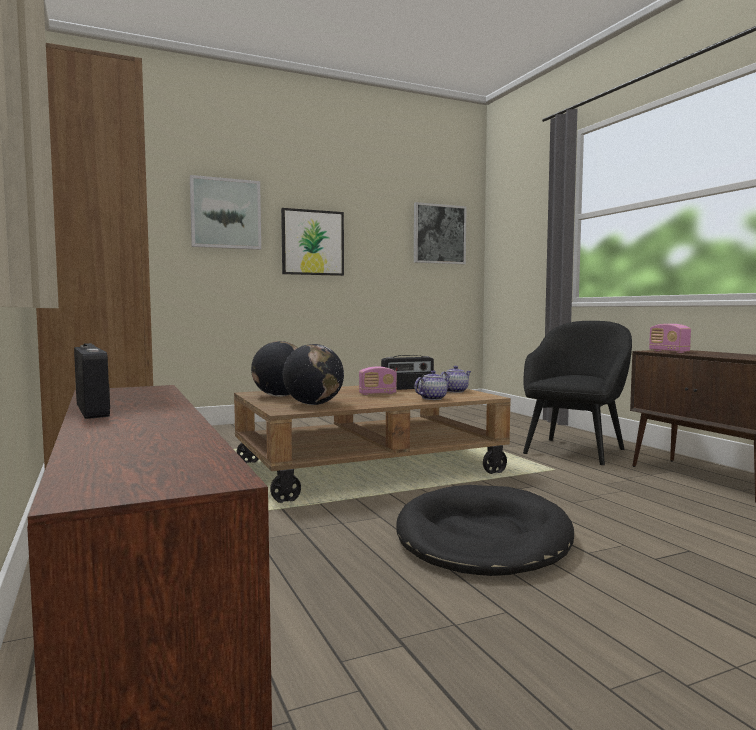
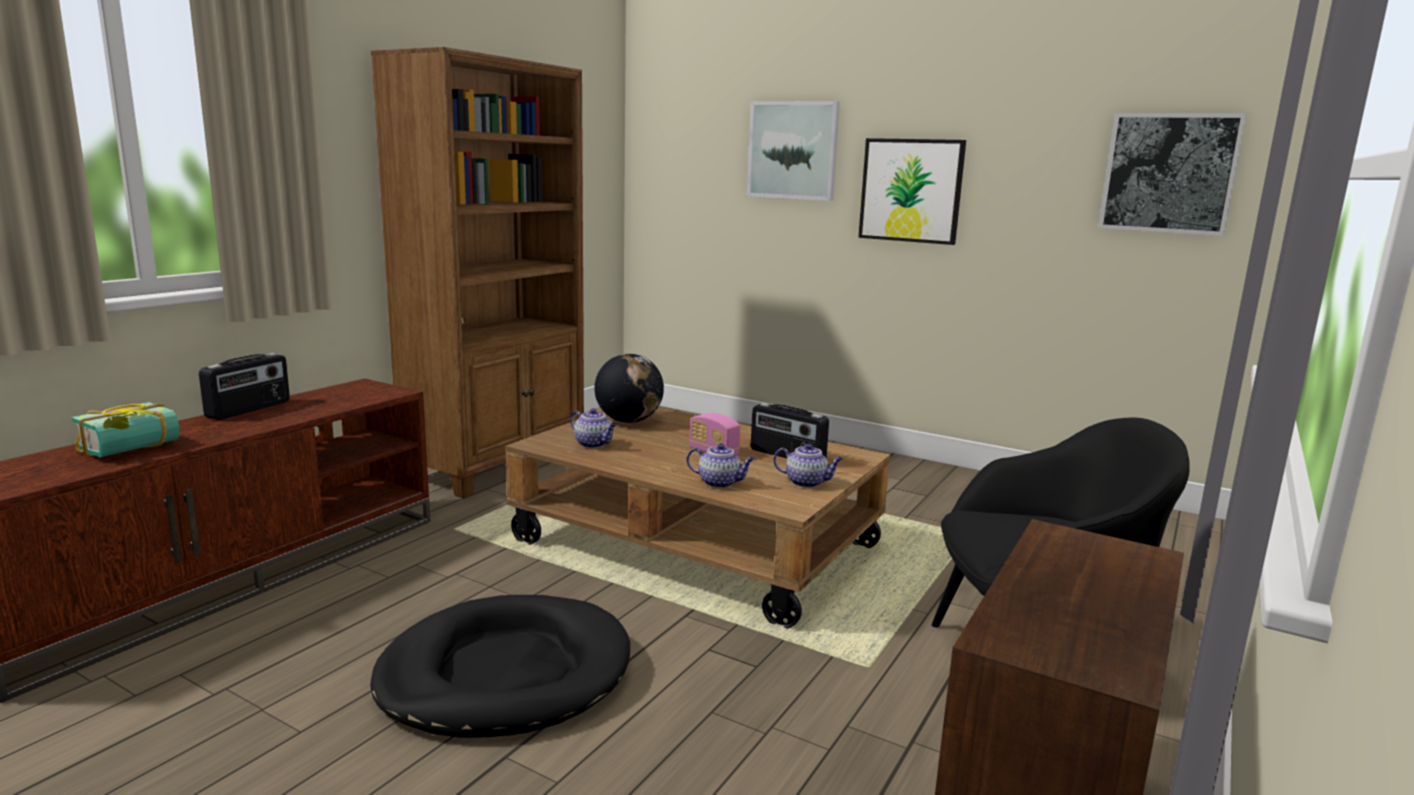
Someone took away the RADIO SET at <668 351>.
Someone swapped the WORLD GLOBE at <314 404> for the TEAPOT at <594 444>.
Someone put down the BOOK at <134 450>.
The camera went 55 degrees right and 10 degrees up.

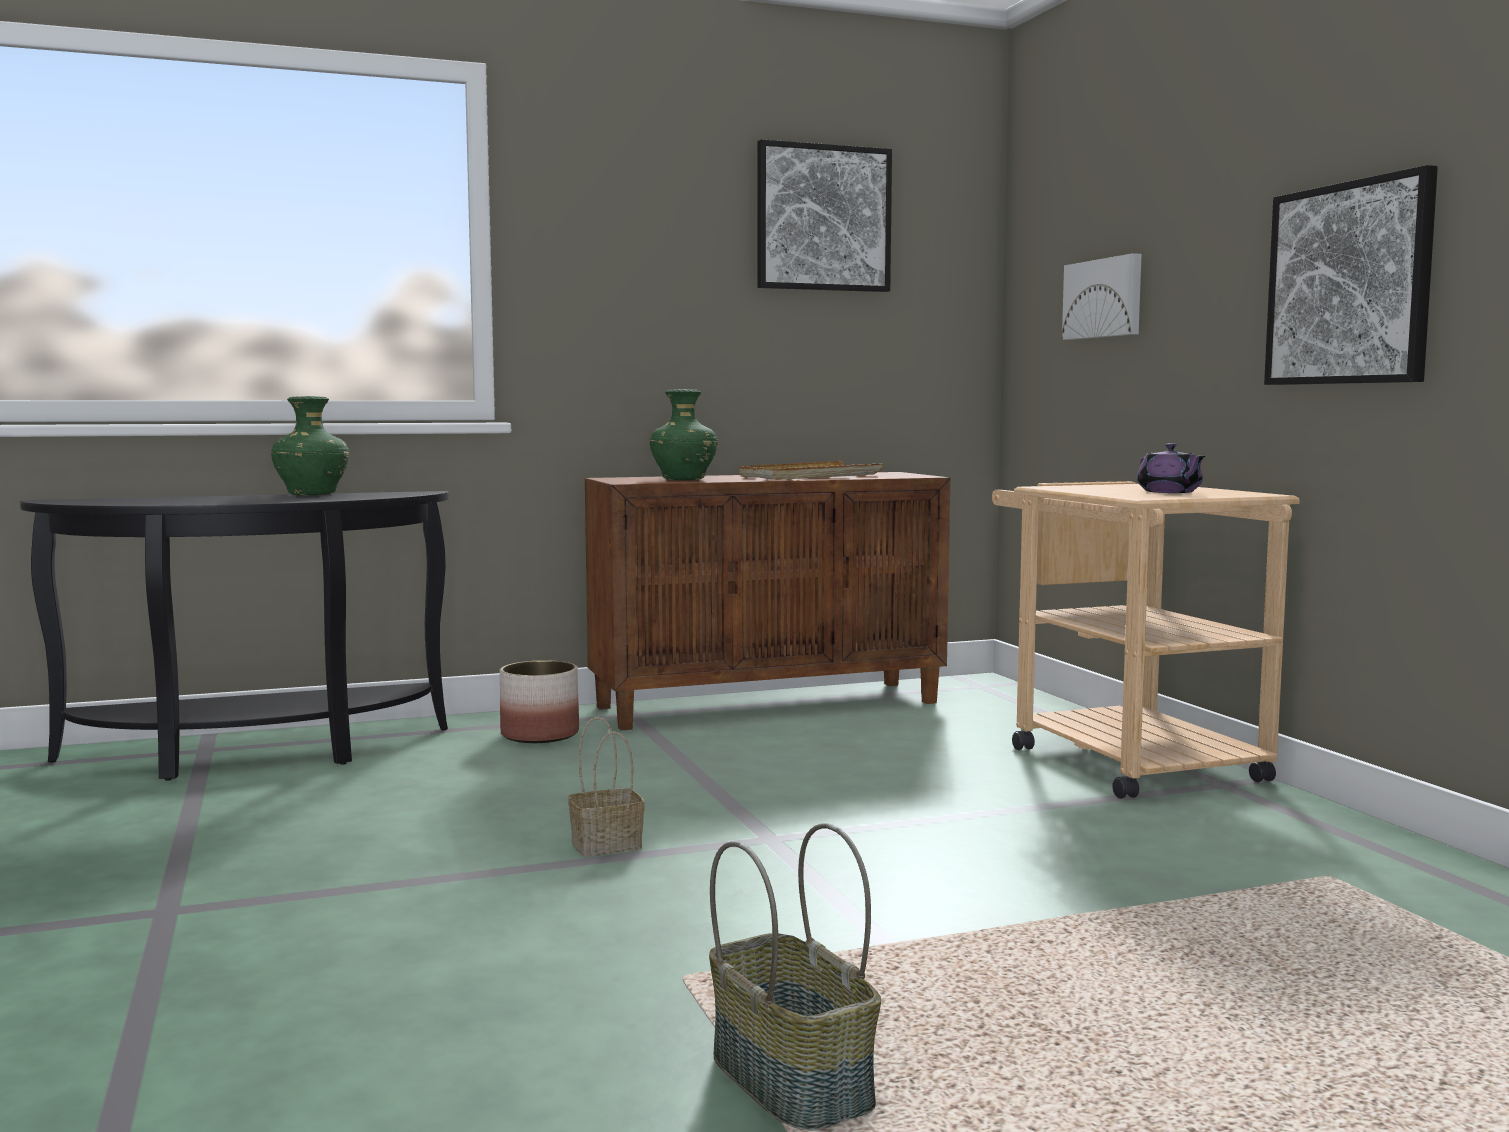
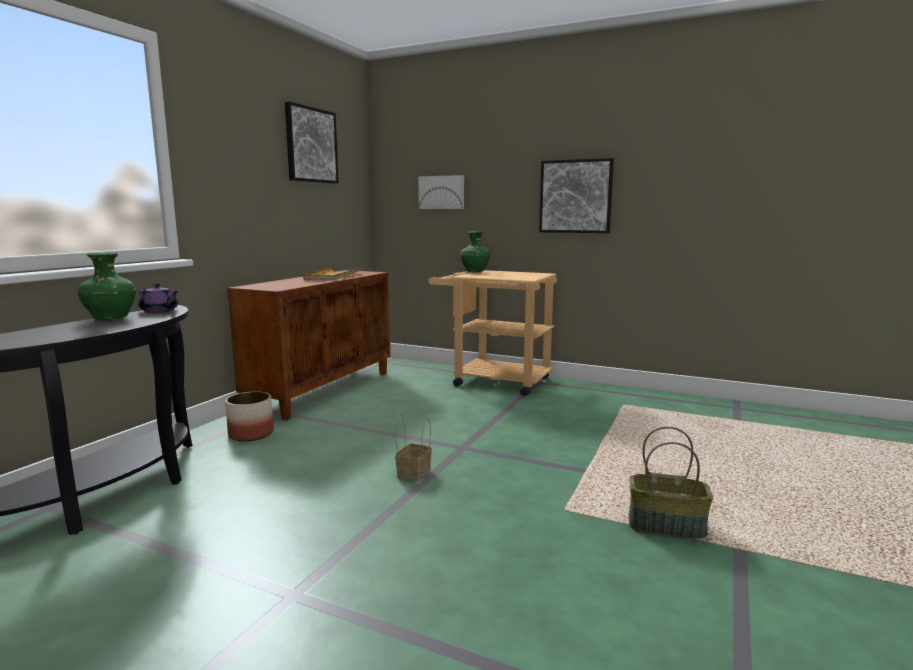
Someone carried the GREENISH VASE from <683 480> to <474 271>.
Someone carried the PURPLE-COLOURED TEAPOT from <1169 492> to <160 311>.
The camera went 45 degrees left and 5 degrees up.

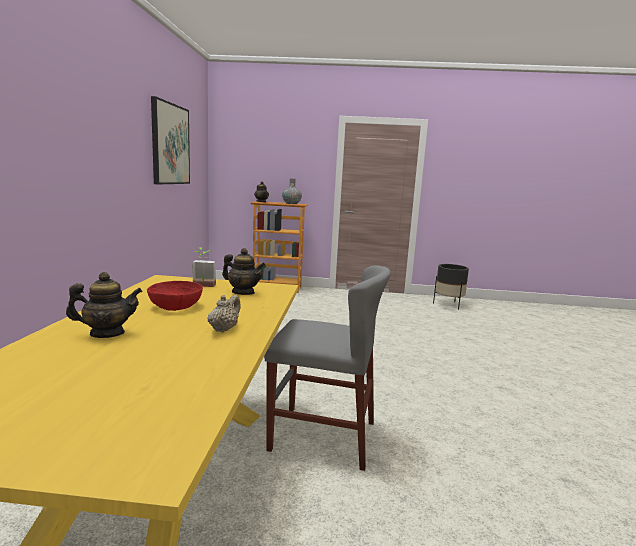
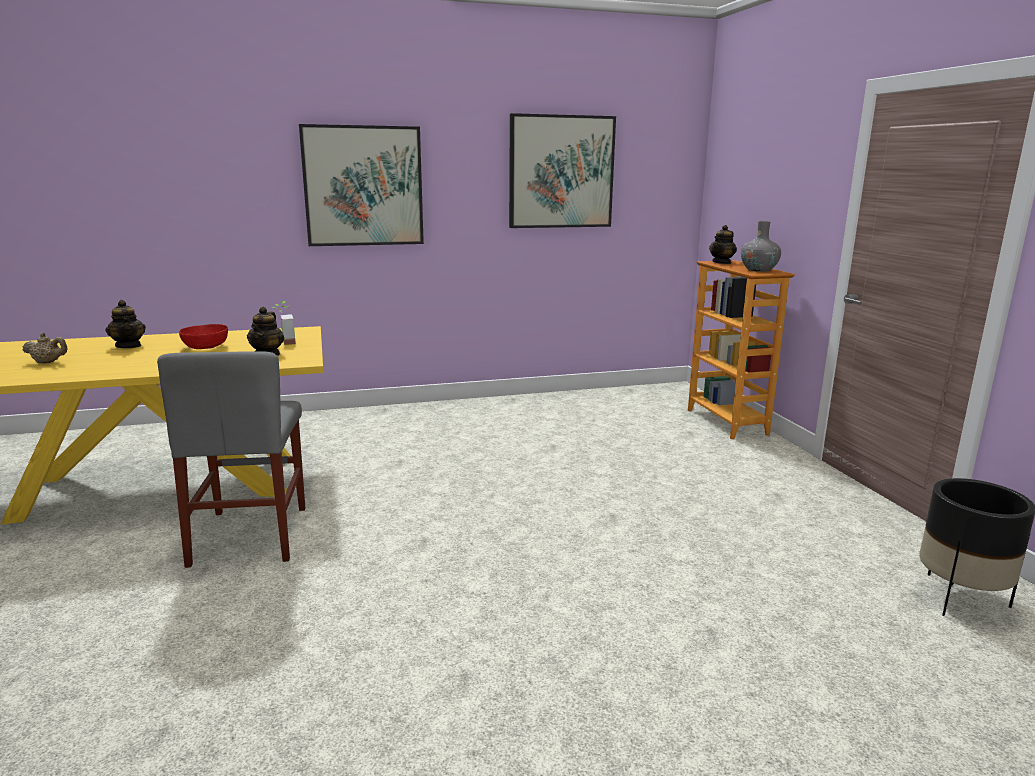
Someone carried the BEIGE TEAPOT from <224 329> to <48 362>.
Someone put up the PICTURE at <363 186>.
The camera went 70 degrees right and 5 degrees up.

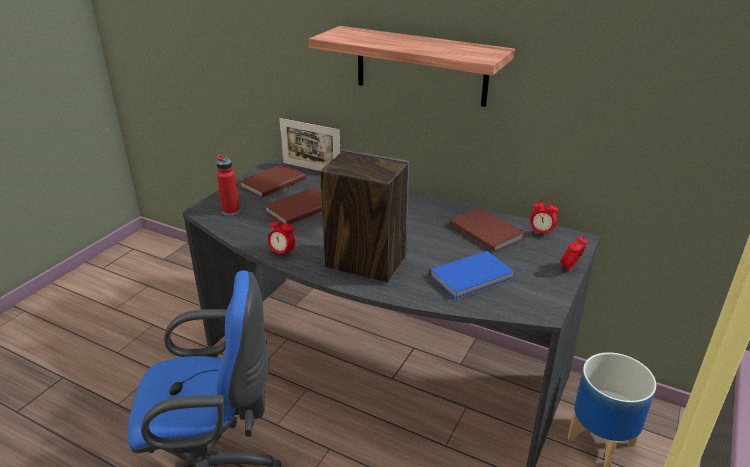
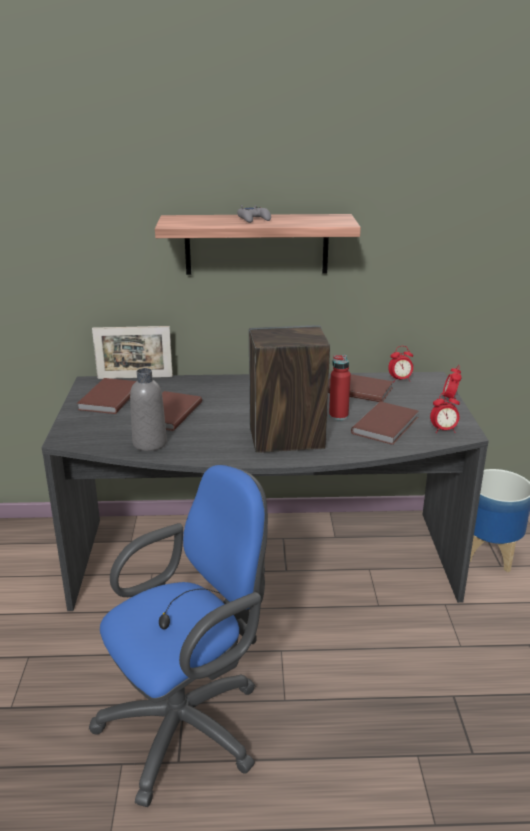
Someone carried the RED-COLOURED BEVERAGE BOTTLE from <231 211> to <338 416>.
Someone carried the TABLE CLOCK from <282 253> to <443 430>.
Someone repainted the BLUISH BOOK at <473 277>, which became the BROWN BOOK at <387 425>.
Someone put down the GREYISH JOYPAD at <254 219>.
Someone put down the GREYISH BEVERAGE BOTTLE at <150 443>.
The camera went 30 degrees left and 5 degrees down.

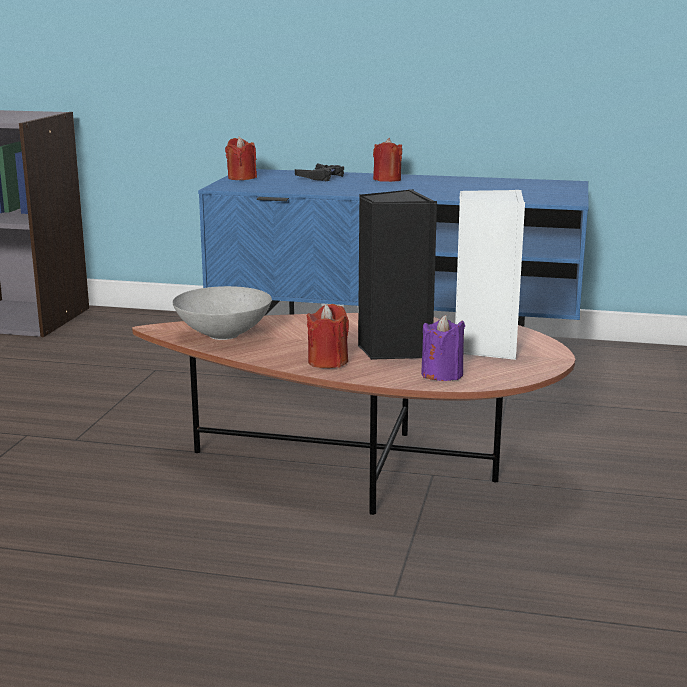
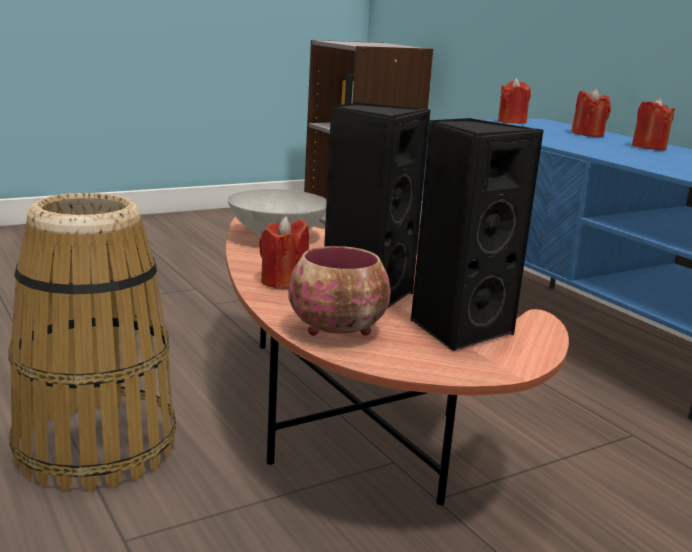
Someone swapped the BLACKISH JOYPAD at <321 177> for the RED-COLOURED CANDLE at <588 134>.
Someone repainted the WHITISH AUDIO SPEAKER at <485 347>, which became the BLACKISH AUDIO SPEAKER at <458 329>.
Someone swapped the PURPLE-COLOURED CANDLE at <442 374> for the SERVING BOWL at <339 331>.
Someone put down the BASKET at <95 446>.
The camera went 45 degrees right and 0 degrees up.

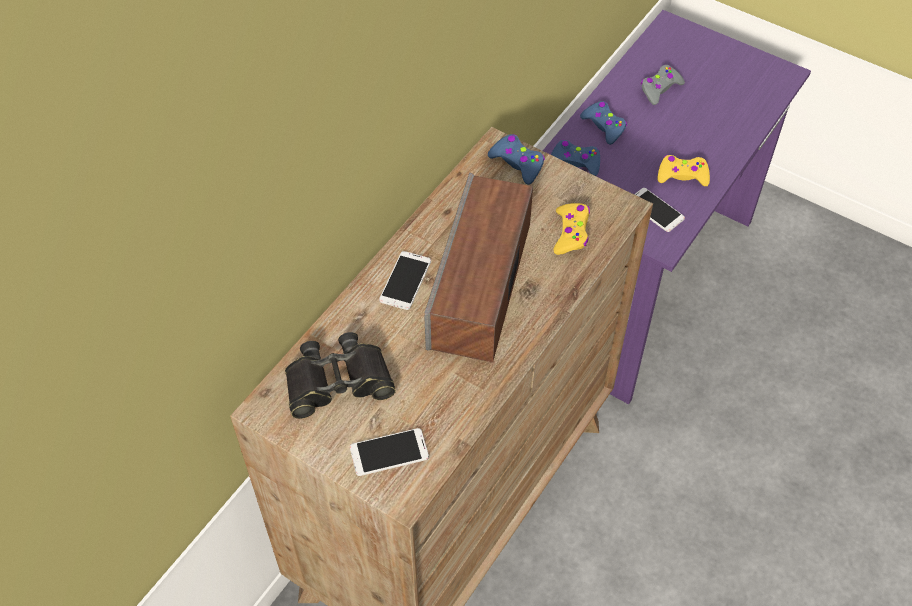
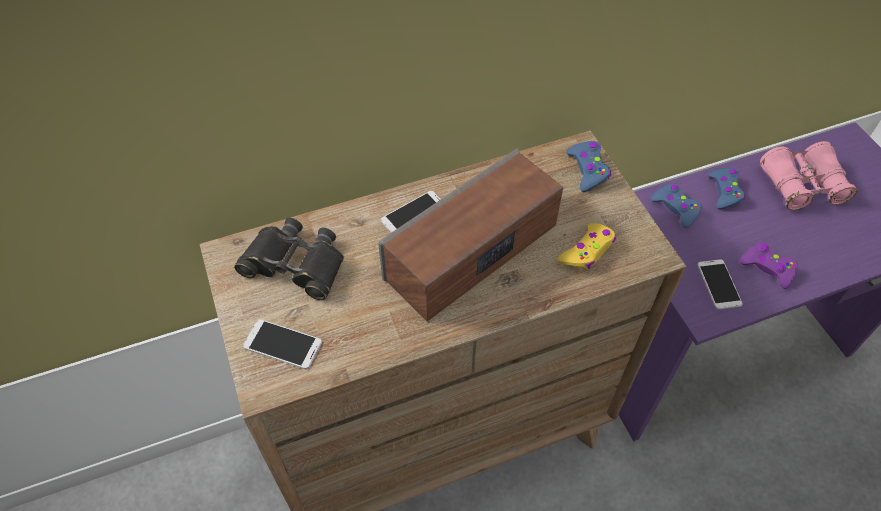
Someone swapped the GREYISH JOYPAD at <660 89> for the PINK FIELD GLASSES at <802 185>.
Someone repainted the YELLOWISH JOYPAD at <682 175>, which became the PURPLE-COLOURED JOYPAD at <767 268>.
The camera went 35 degrees right and 0 degrees up.

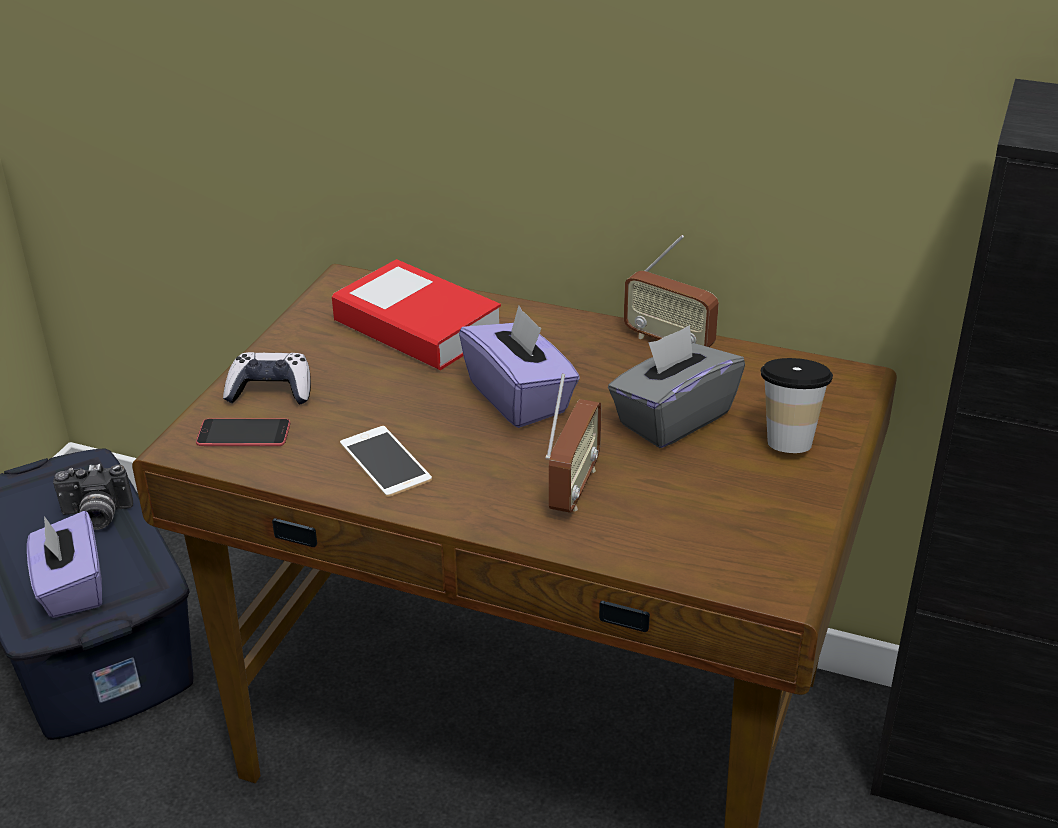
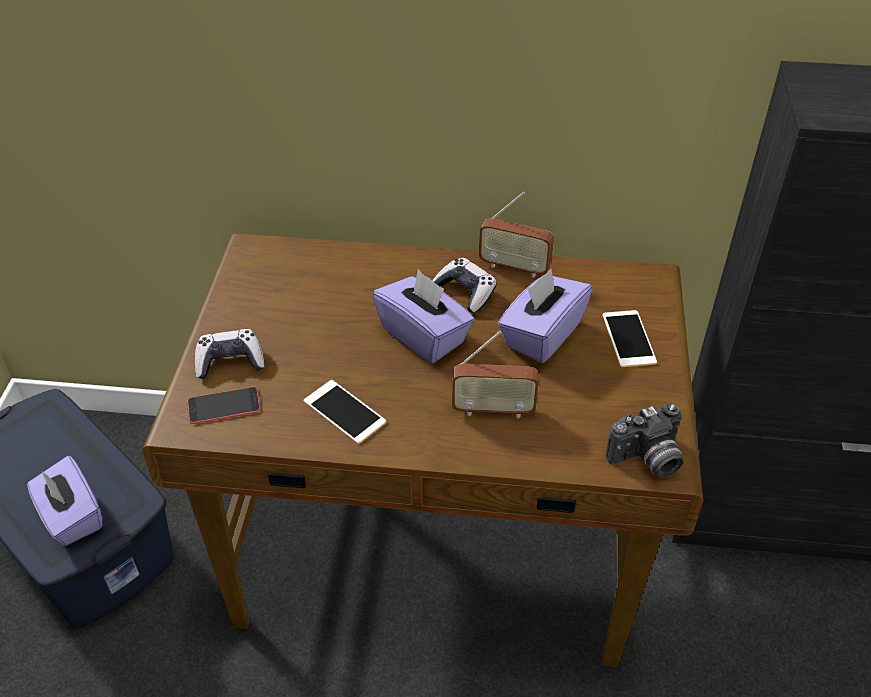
Someone took away the BOOK at <417 327>.
Someone repainted the GREYISH TISSUE HOLDER at <673 418>, which became the PURPLE-COLOURED TISSUE HOLDER at <541 335>.
Someone swapped the SMALL CUP at <788 439> for the TELEPHONE at <628 339>.
Someone rotated the RADIO SET at <573 488> by 90 degrees clockwise.
Someone carried the STILL CAMERA from <96 516> to <647 460>.
Someone put down the JOYPAD at <465 292>.
The camera went 15 degrees left and 10 degrees up.

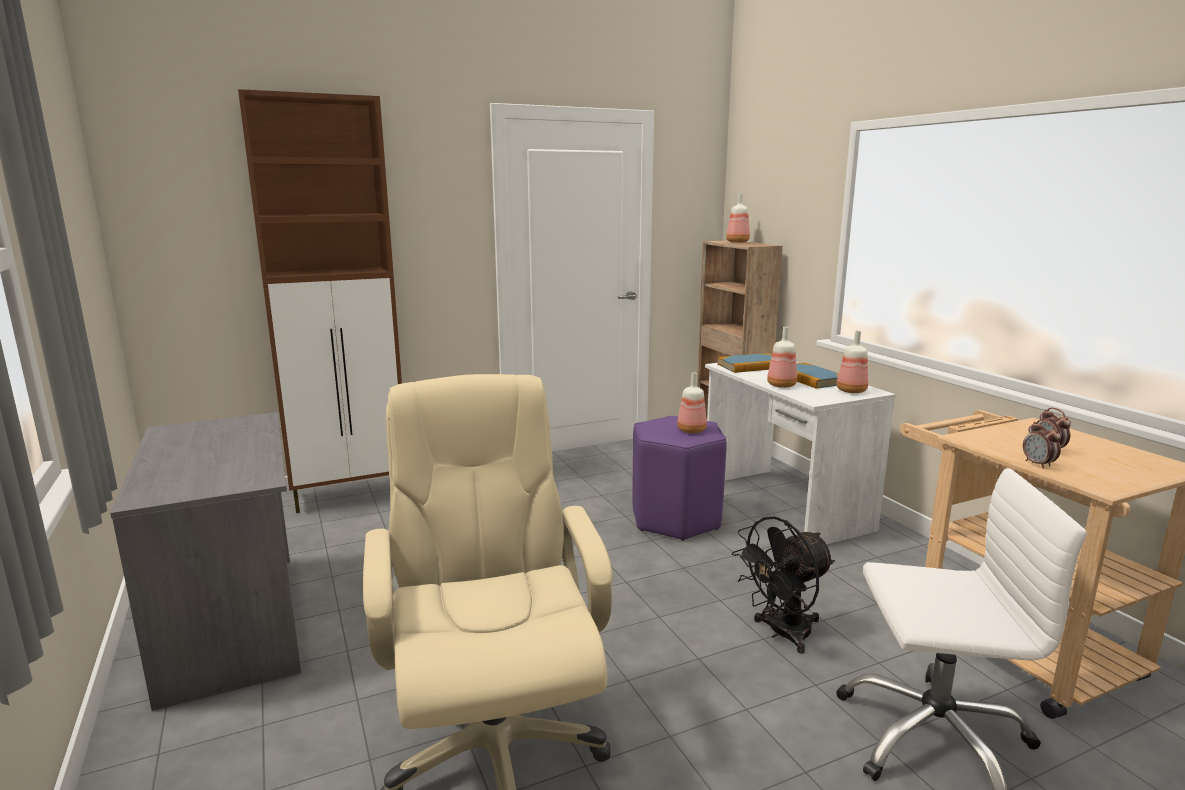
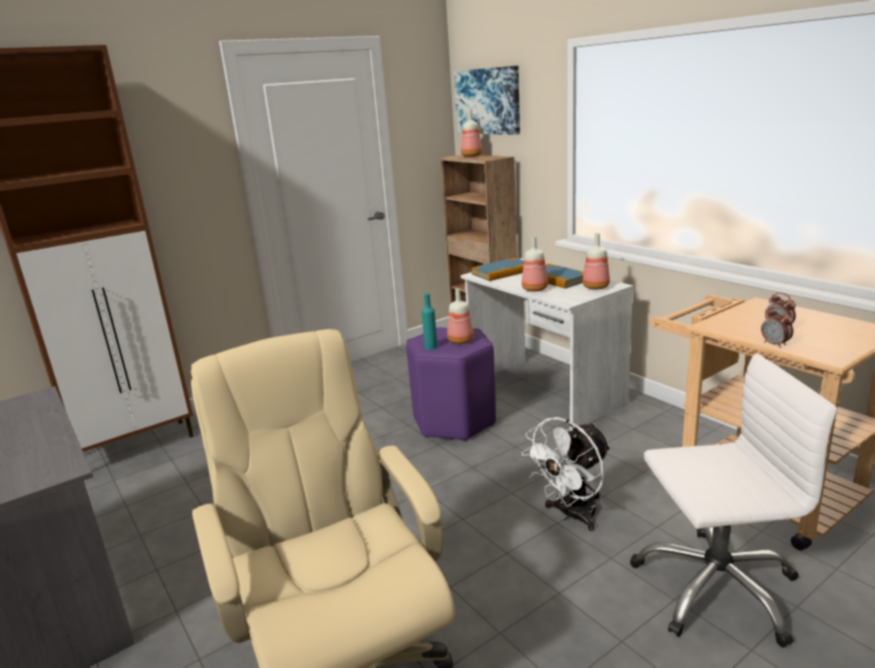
Someone repainted the BLACKISH COOLING FAN at <781 634>, which became the WHITISH COOLING FAN at <571 515>.
Someone put up the PICTURE at <488 101>.
Someone put down the TURQUOISE BEVERAGE BOTTLE at <431 347>.
The camera went 10 degrees left and 5 degrees up.

